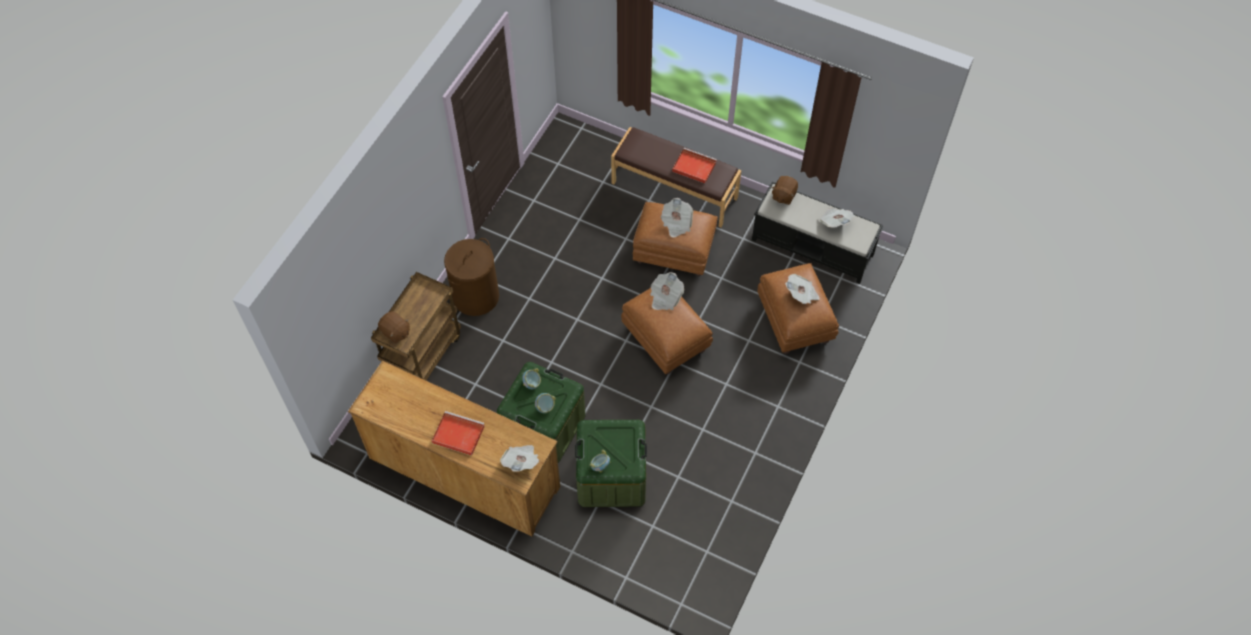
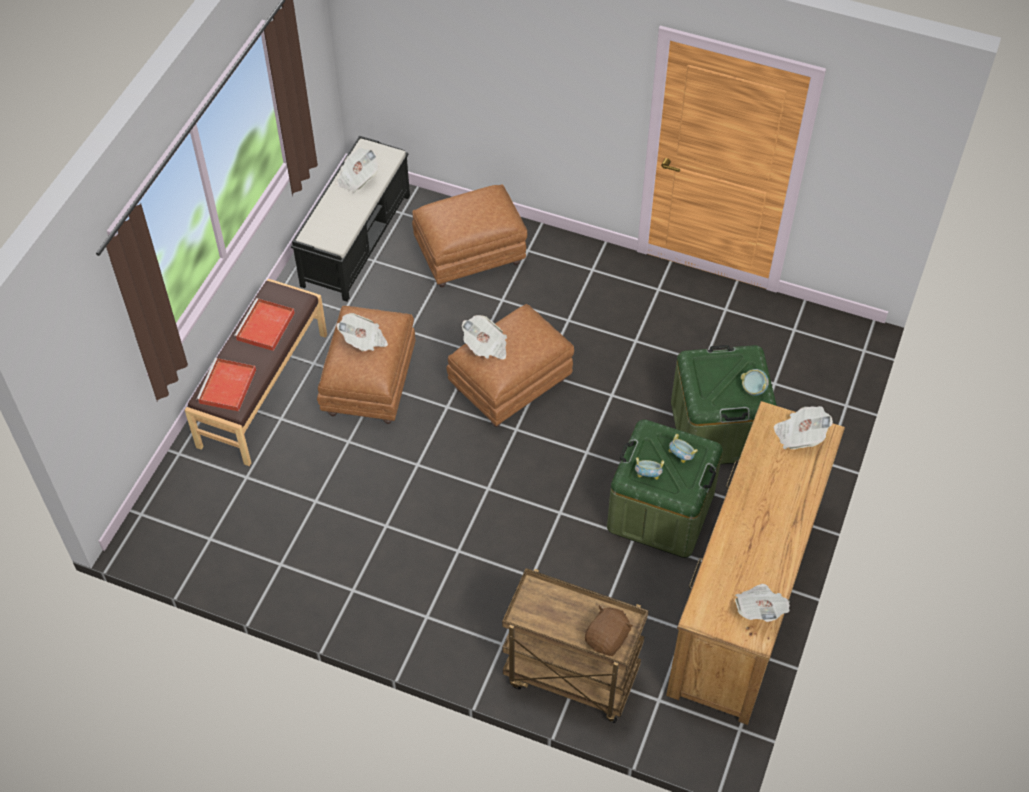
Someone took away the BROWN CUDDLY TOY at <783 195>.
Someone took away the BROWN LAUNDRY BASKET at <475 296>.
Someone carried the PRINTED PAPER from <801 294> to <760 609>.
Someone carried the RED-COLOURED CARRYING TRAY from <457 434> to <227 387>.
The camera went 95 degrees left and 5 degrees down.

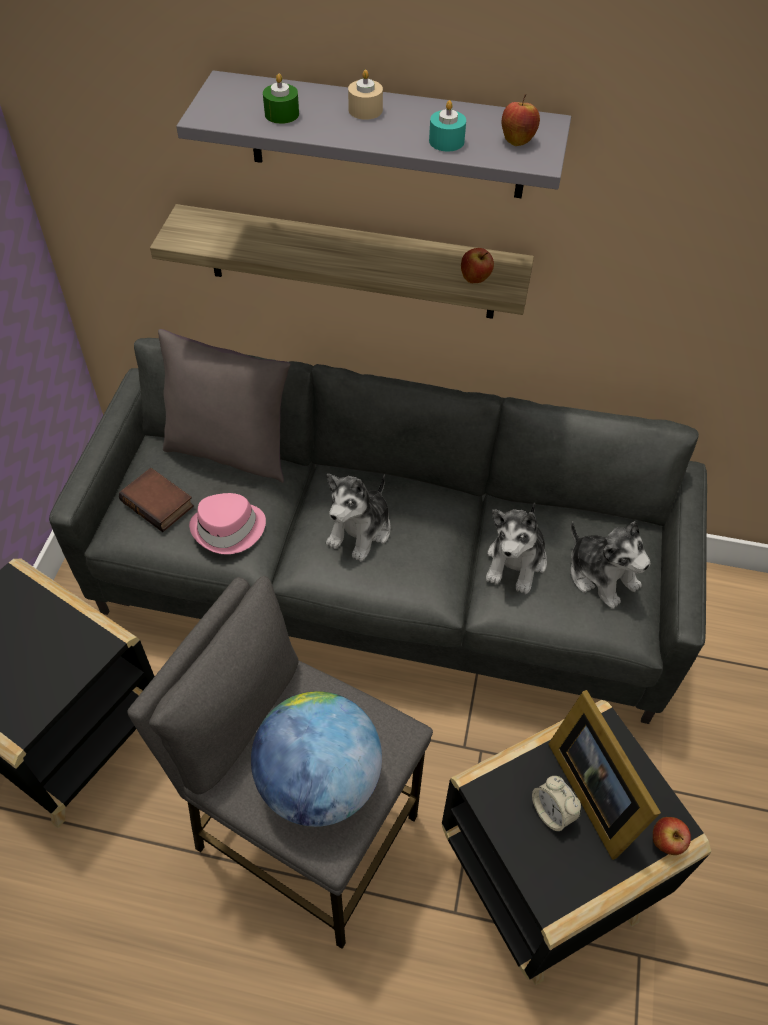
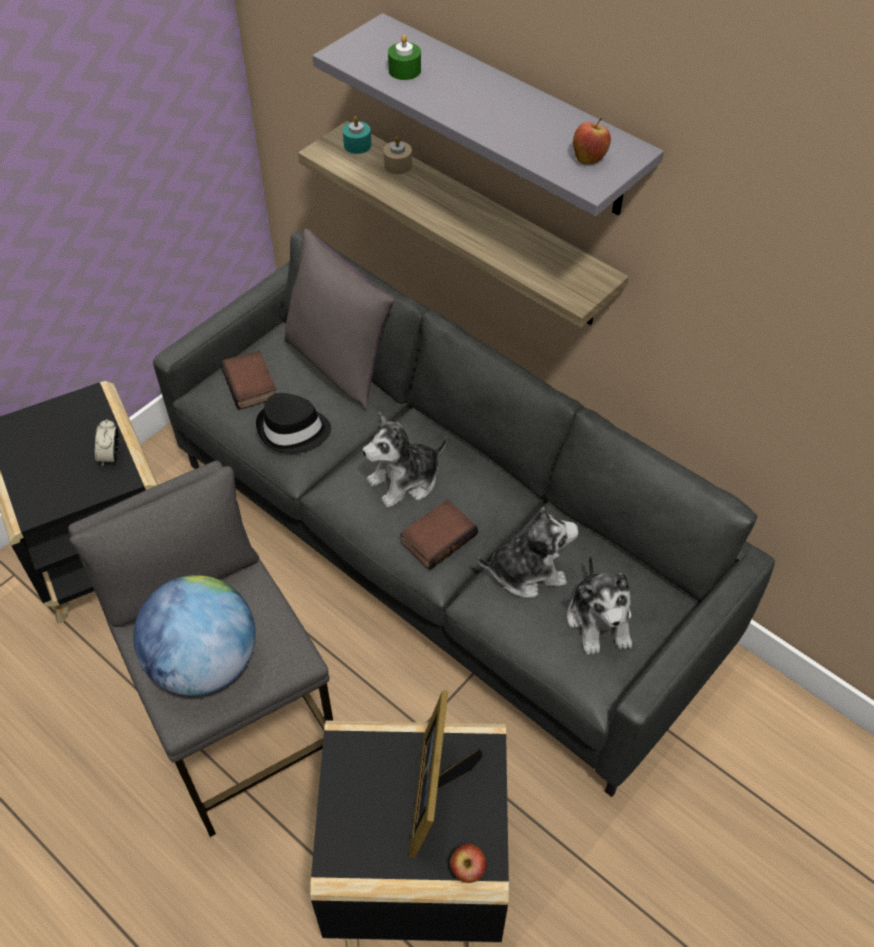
Someone carried the BEIGE CANDLE from <365 110> to <398 165>.
Someone carried the TURQUOISE CANDLE from <446 141> to <357 145>.
Someone took away the APPLE at <475 279>.
Someone repainted the PINK HAT at <229 529>, which became the BLACKISH HAT at <293 430>.
Someone rotated the CUDDLY TOY at <516 562> by 150 degrees counterclockwise.
Someone carried the TABLE CLOCK from <552 812> to <111 456>.
Someone put down the BOOK at <438 536>.
The camera went 30 degrees right and 0 degrees up.

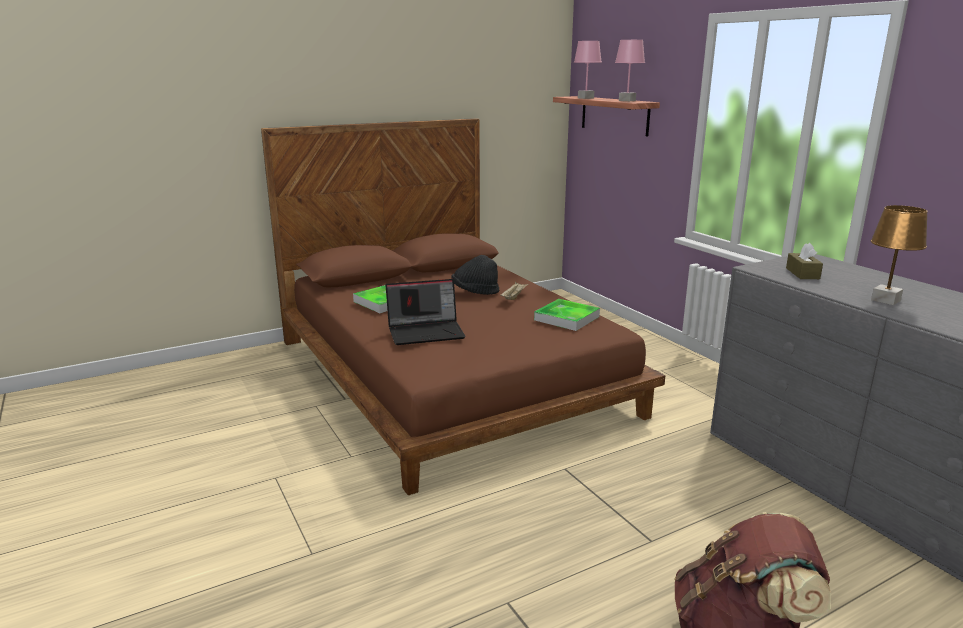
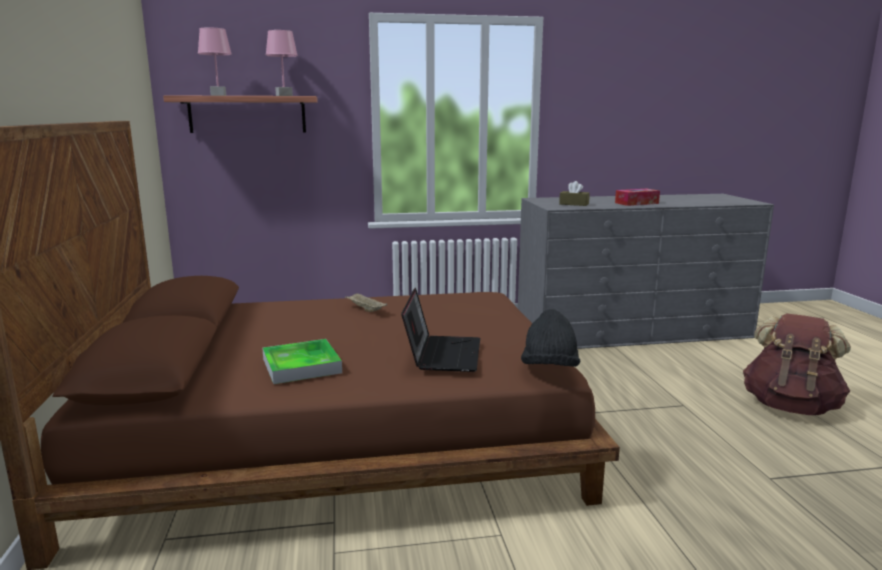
Someone swapped the BROWN LAMP FOR A TABLE at <886 300> for the TISSUE HOLDER at <636 203>.
Someone carried the BLACKISH HAT from <475 292> to <549 369>.
Someone took away the CARRYING TRAY at <566 318>.
The camera went 70 degrees left and 5 degrees down.

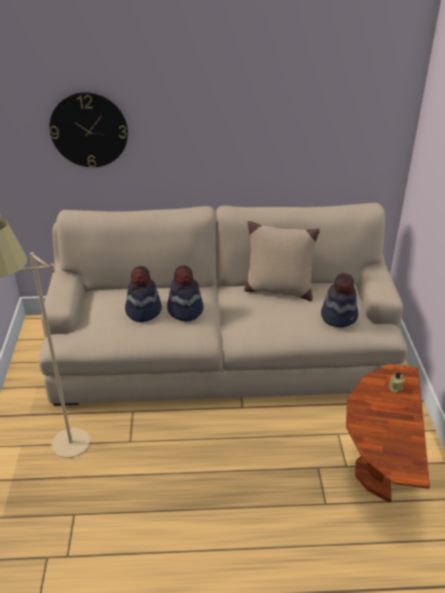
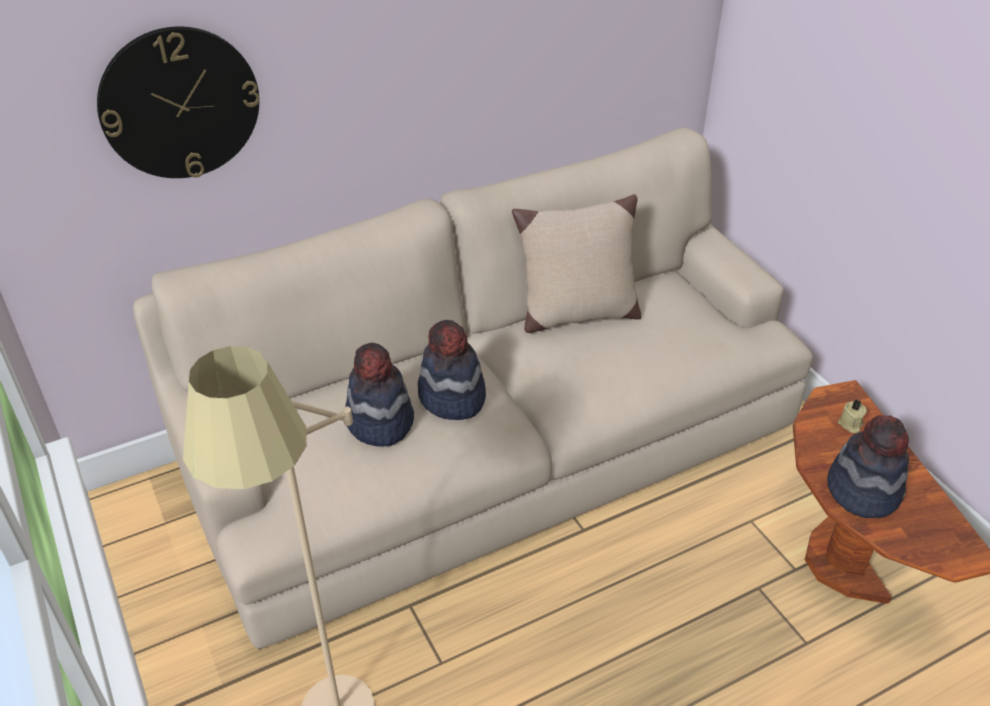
Someone carried the HAT from <339 316> to <863 490>.
The camera went 25 degrees left and 5 degrees up.

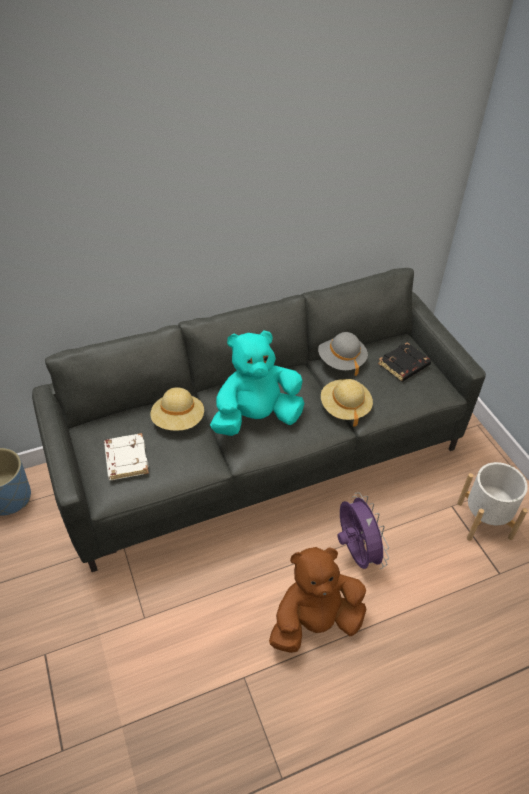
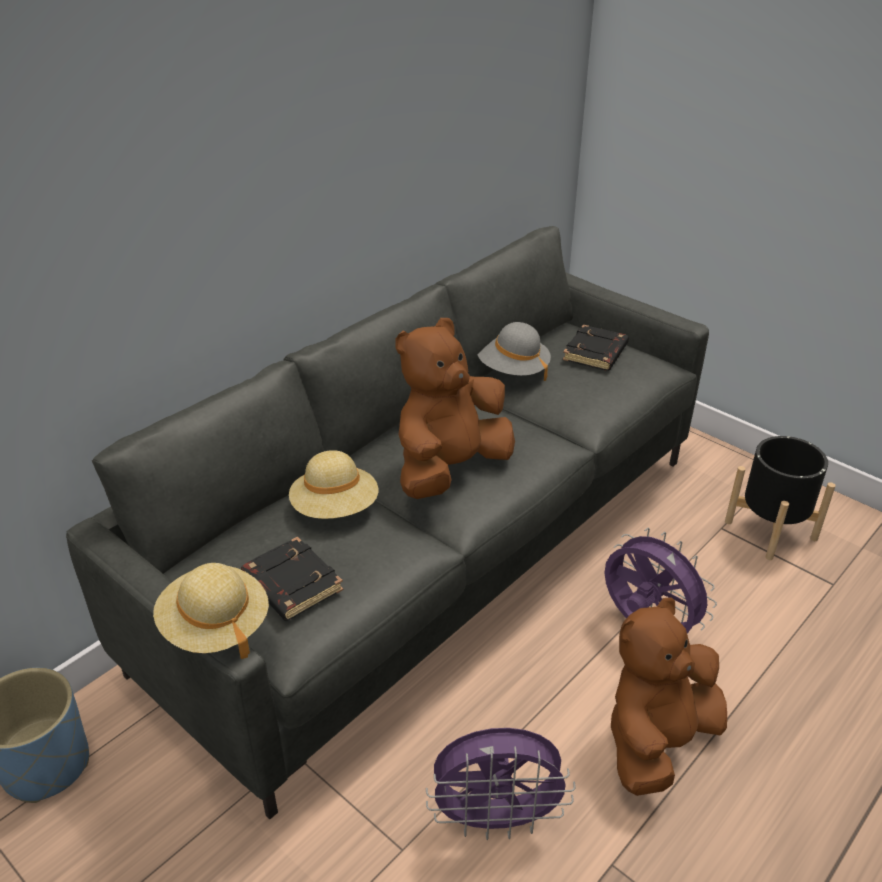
Someone repainted the TURQUOISE CUDDLY TOY at <256 418>, which became the BROWN CUDDLY TOY at <450 469>.
Someone carried the BEIGE HAT from <345 408> to <215 626>.
Someone repainted the WHITISH BOOK at <125 459>, which became the BLACKISH BOOK at <290 584>.
Someone repainted the WHITISH PLANTER at <484 520>, which became the BLACKISH PLANTER at <771 530>.
Someone put down the PURPLE-COLOURED COOLING FAN at <496 819>.
The camera went 25 degrees left and 10 degrees down.

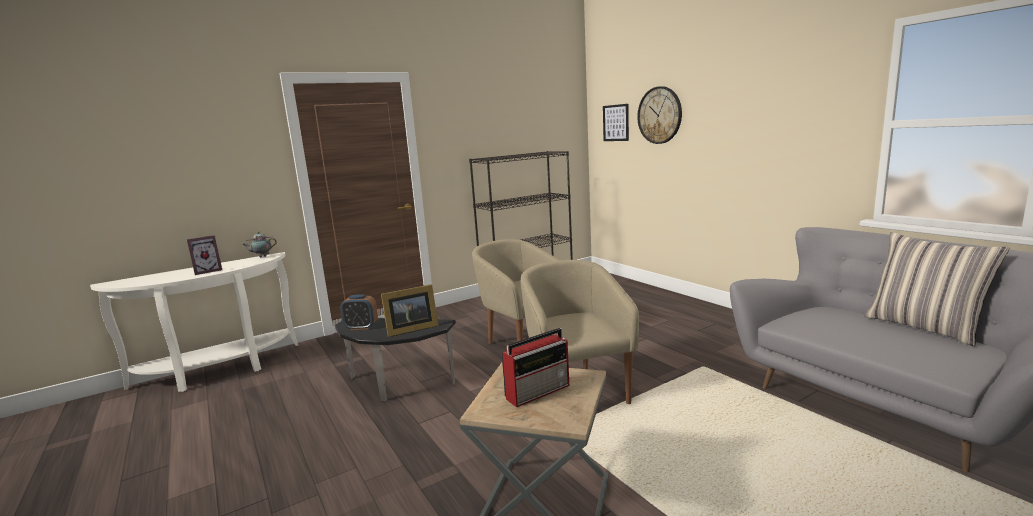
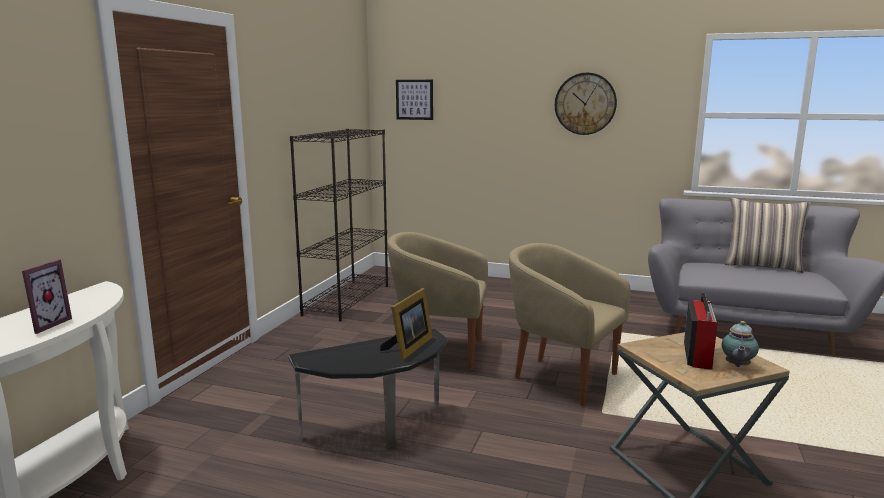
Someone carried the CLOCK ON THE WALL from <659 115> to <585 104>.
Someone carried the TEAPOT from <261 257> to <737 366>.
Someone took away the TABLE CLOCK at <361 327>.
The camera went 40 degrees left and 0 degrees up.

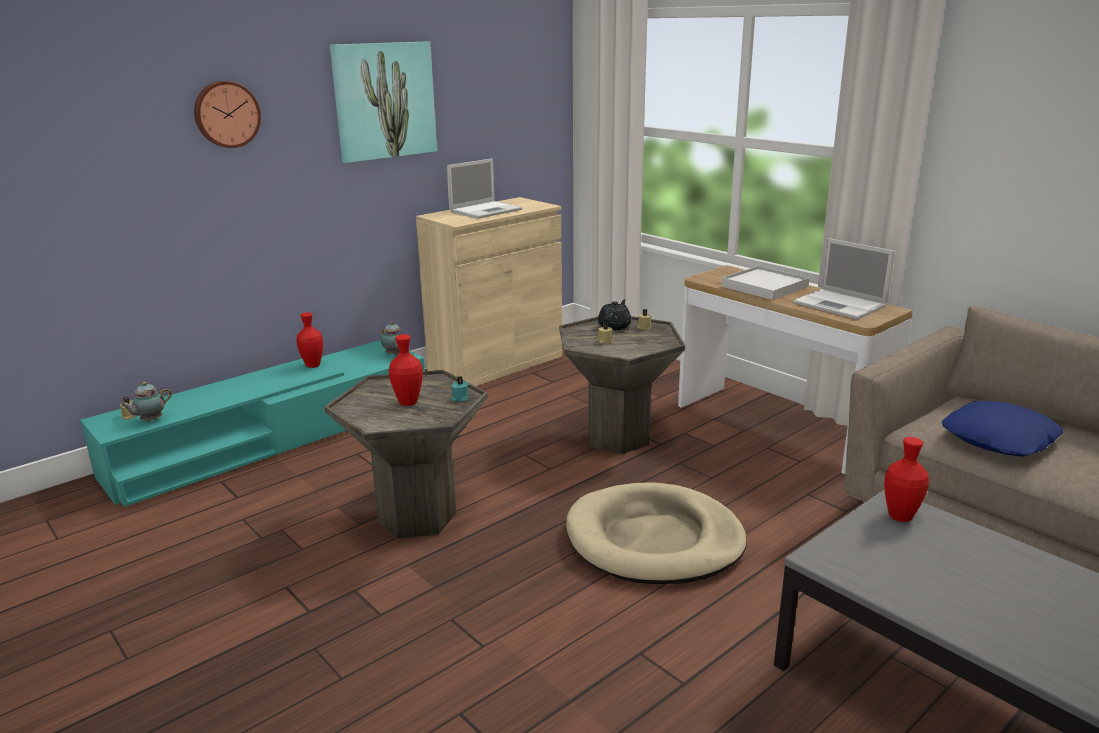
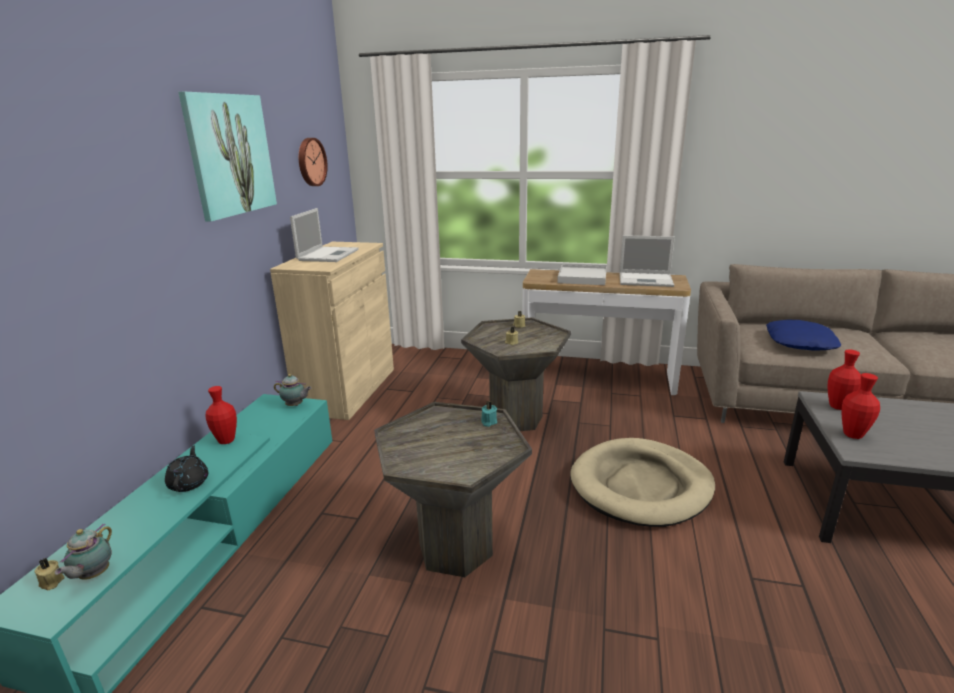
Someone carried the CLOCK ON THE WALL from <226 114> to <310 162>.
Someone carried the BLACKISH TEAPOT from <614 326> to <189 483>.
Someone carried the RED-COLOURED VASE from <408 403> to <852 435>.
The camera went 35 degrees left and 0 degrees up.

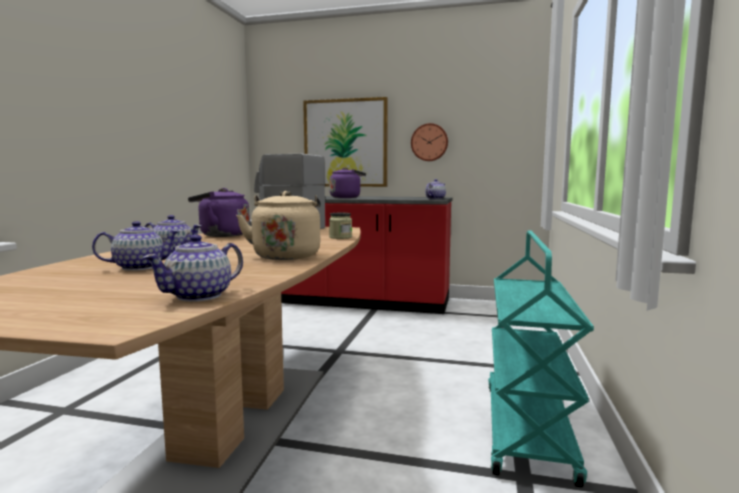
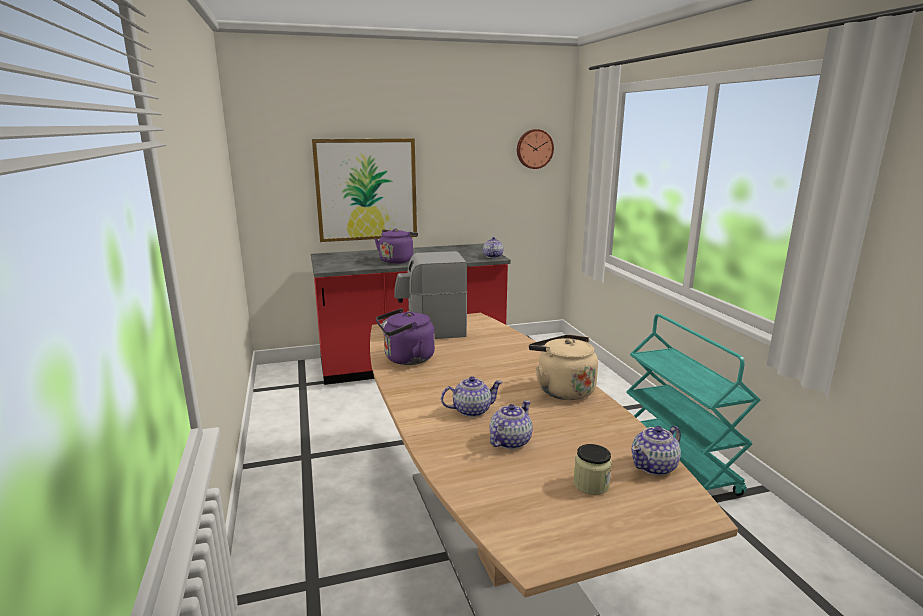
Someone carried the CLOCK ON THE WALL from <429 142> to <534 149>.
Someone carried the JAR from <340 237> to <591 484>.
Someone rotated the TEAPOT at <200 296> by 45 degrees clockwise.
The camera went 30 degrees left and 10 degrees up.

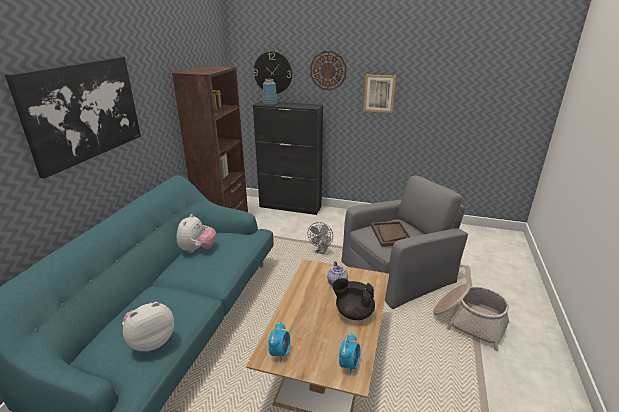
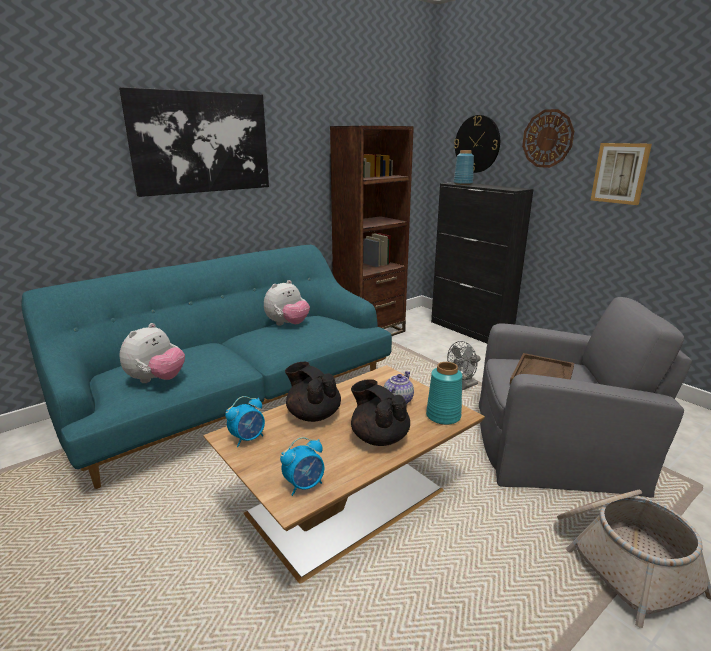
Someone rotated the CUDDLY TOY at <151 341> by 120 degrees clockwise.
Someone put down the BLACKISH TEAPOT at <313 415>.
Someone put down the TURQUOISE VASE at <443 416>.
The camera went 35 degrees right and 5 degrees down.

